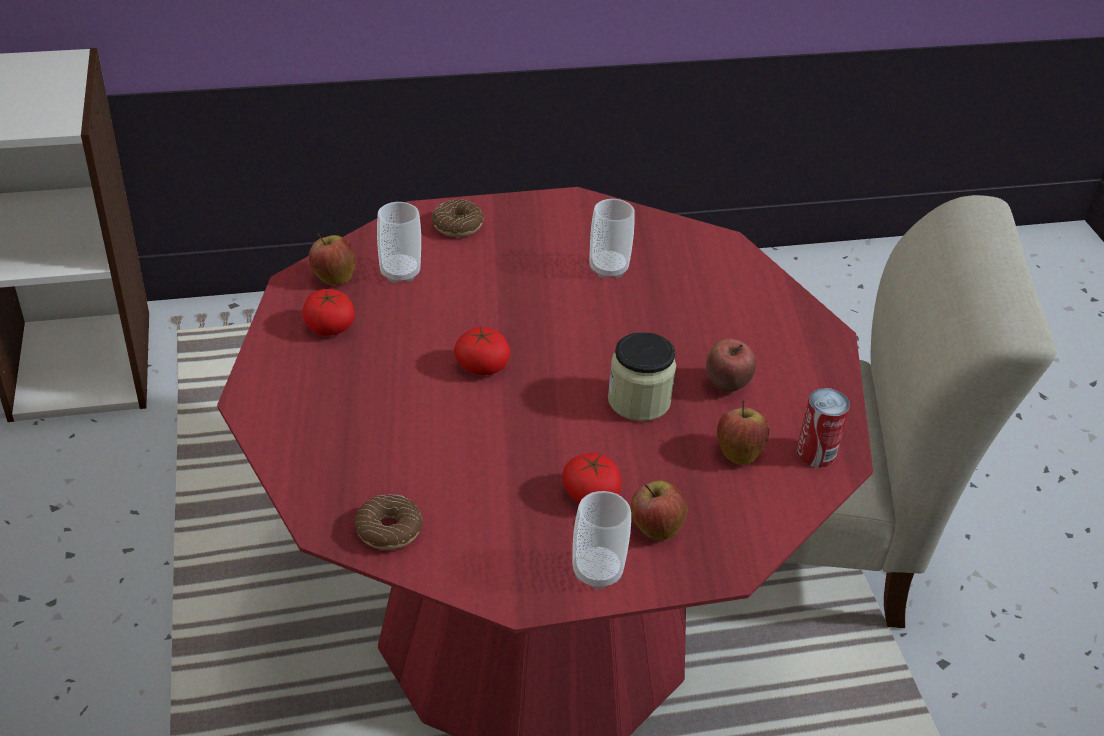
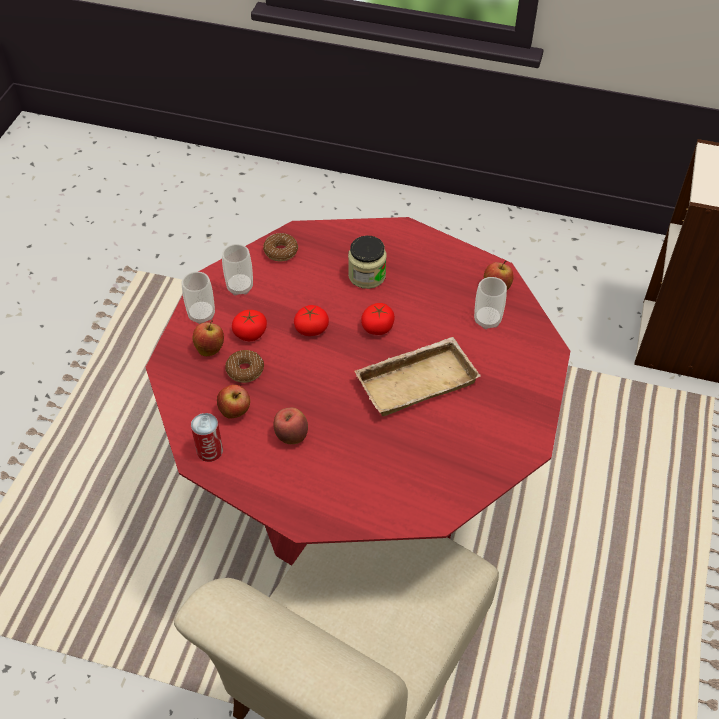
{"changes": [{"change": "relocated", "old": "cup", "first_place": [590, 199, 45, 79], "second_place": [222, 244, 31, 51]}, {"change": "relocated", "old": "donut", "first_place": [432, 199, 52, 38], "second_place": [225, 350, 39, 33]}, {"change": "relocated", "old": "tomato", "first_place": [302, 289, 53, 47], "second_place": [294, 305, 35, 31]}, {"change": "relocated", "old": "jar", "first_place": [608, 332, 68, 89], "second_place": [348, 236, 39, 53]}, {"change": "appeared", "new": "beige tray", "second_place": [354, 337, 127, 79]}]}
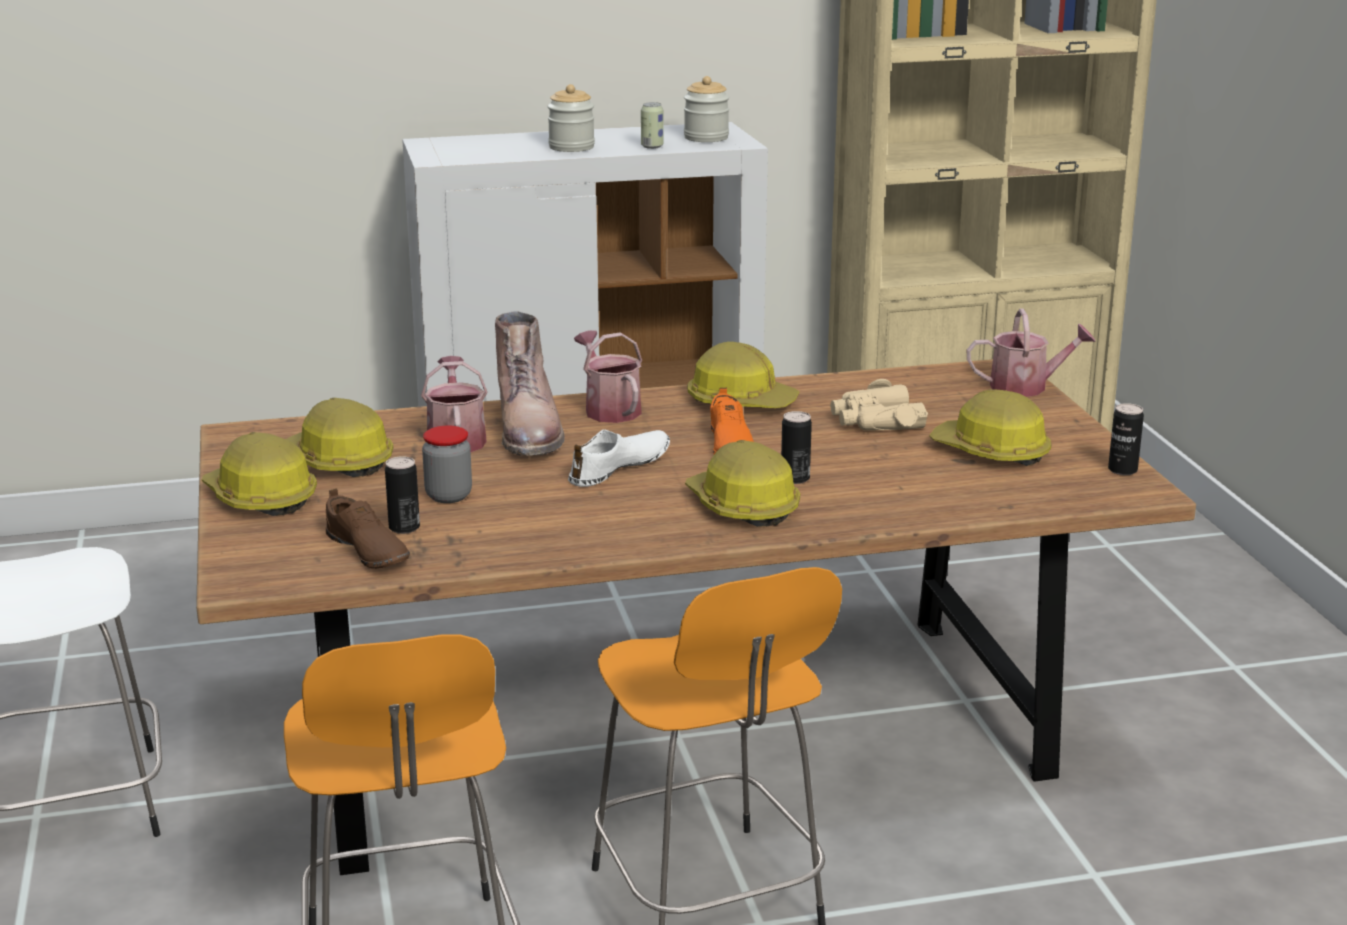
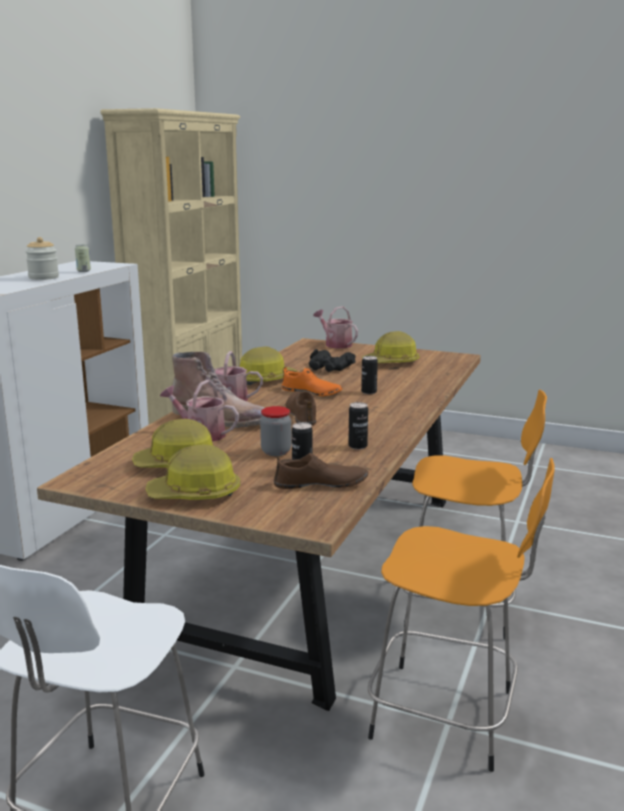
{"changes": [{"change": "colour", "old": "white shoe", "new": "brown shoe", "first_place": [568, 429, 102, 58], "second_place": [286, 391, 30, 35]}, {"change": "colour", "old": "beige binoculars", "new": "black binoculars", "first_place": [830, 379, 98, 51], "second_place": [309, 349, 47, 23]}, {"change": "spun", "old": "watering can", "first_place": [967, 309, 129, 88], "second_place": [313, 306, 45, 43], "degrees": -75}, {"change": "relocated", "old": "can", "first_place": [1108, 403, 36, 72], "second_place": [348, 402, 20, 47]}, {"change": "missing", "old": "jar", "first_place": [684, 76, 45, 66]}, {"change": "missing", "old": "hard hat", "first_place": [685, 440, 115, 87]}]}
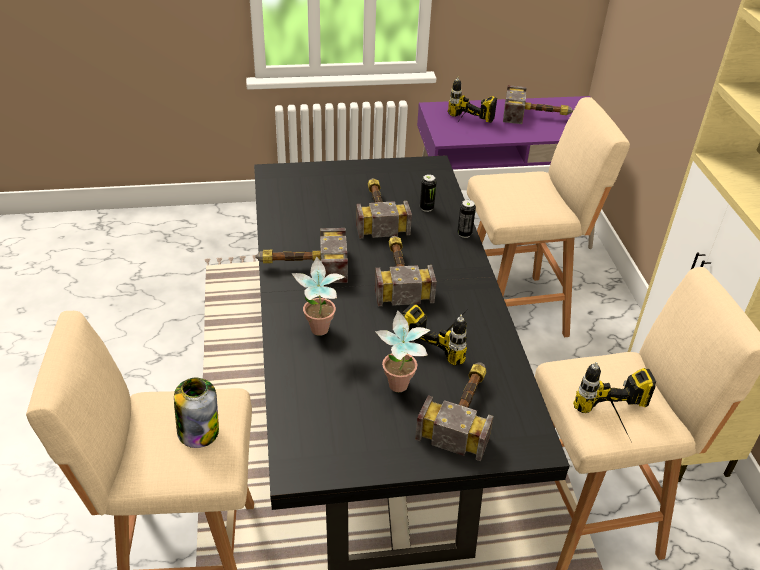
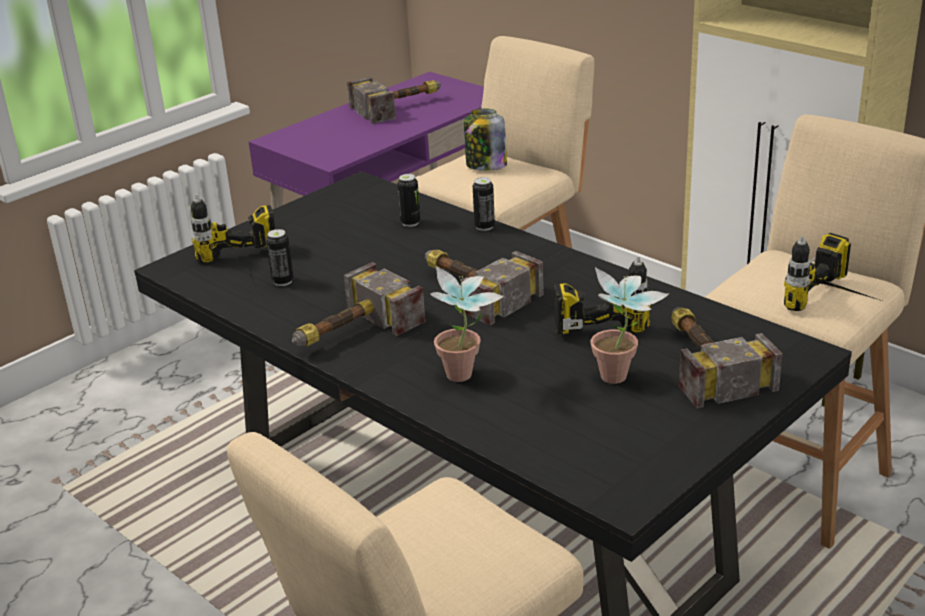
{"changes": [{"change": "relocated", "old": "power drill", "first_place": [448, 76, 49, 47], "second_place": [191, 194, 84, 70]}, {"change": "appeared", "new": "can", "second_place": [266, 229, 28, 57]}, {"change": "relocated", "old": "jar", "first_place": [174, 377, 45, 71], "second_place": [464, 109, 43, 62]}, {"change": "missing", "old": "hammer", "first_place": [356, 178, 56, 61]}]}
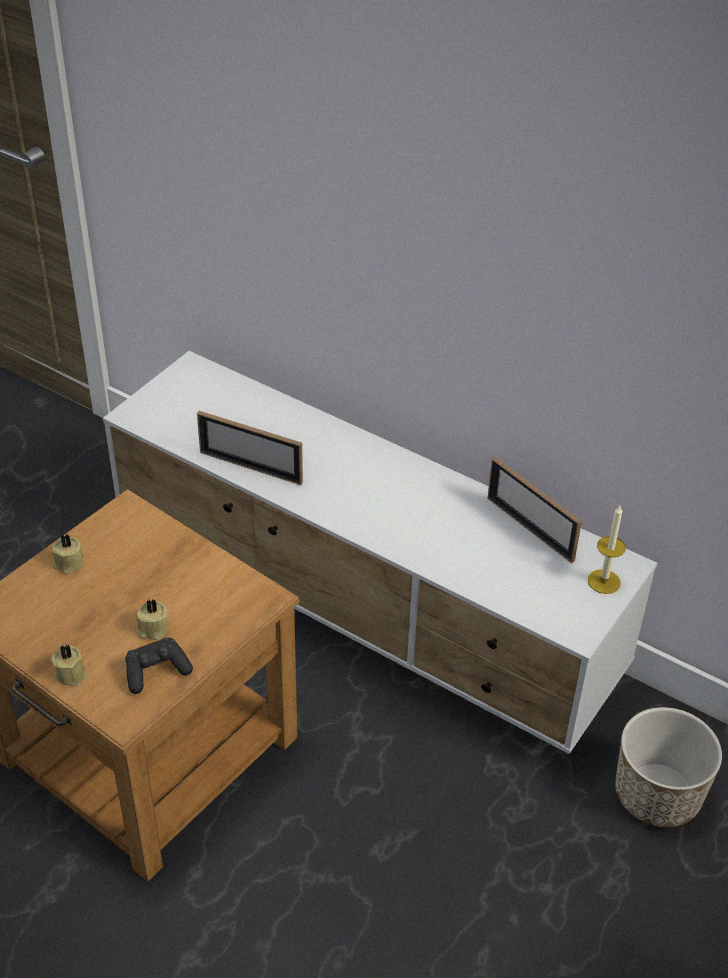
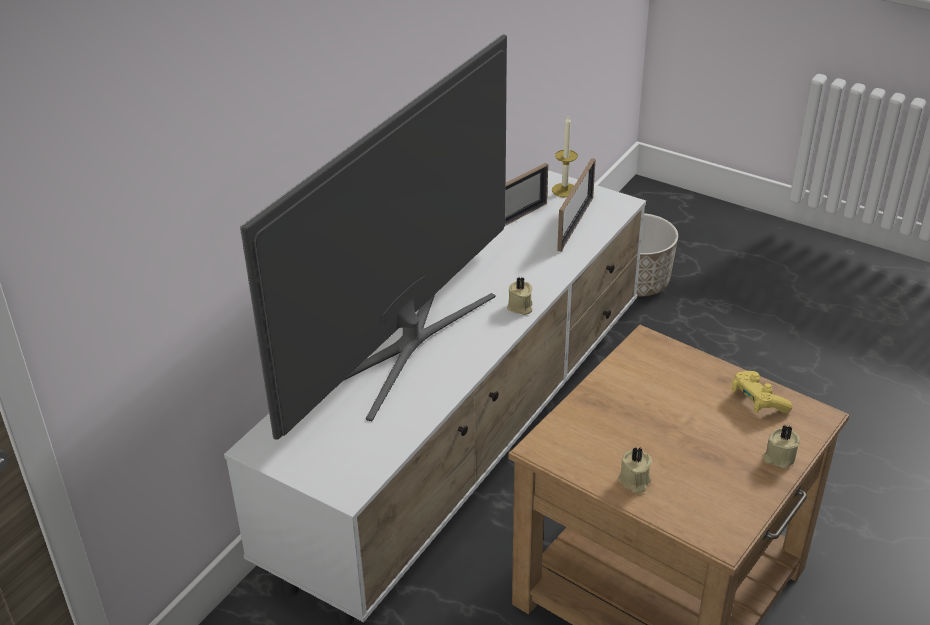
{"changes": [{"change": "appeared", "new": "television", "second_place": [240, 34, 267, 406]}, {"change": "relocated", "old": "beige candle", "first_place": [136, 600, 32, 40], "second_place": [507, 277, 26, 38]}, {"change": "relocated", "old": "picture frame", "first_place": [197, 411, 106, 74], "second_place": [557, 158, 38, 93]}, {"change": "colour", "old": "black game controller", "new": "yellow game controller", "first_place": [125, 637, 68, 57], "second_place": [732, 371, 60, 42]}]}
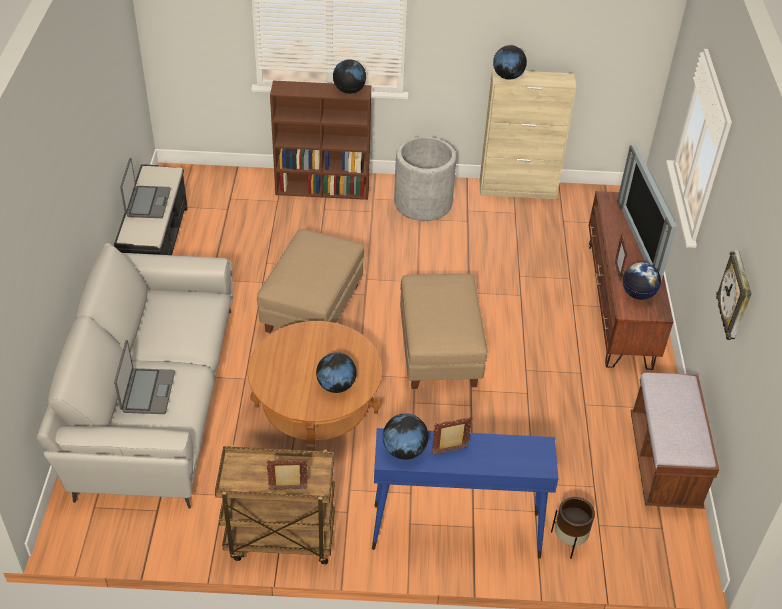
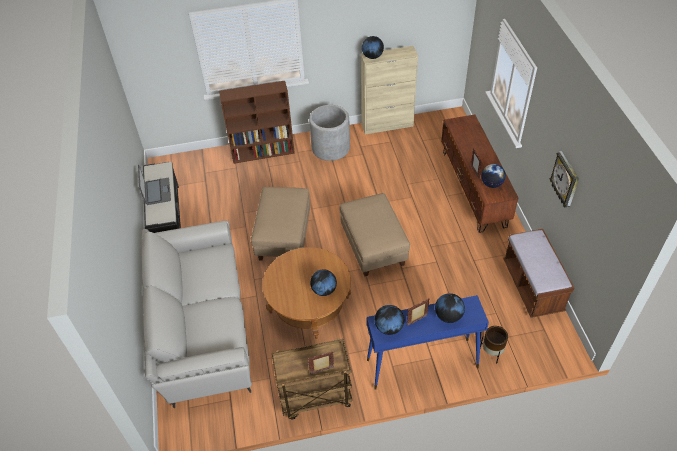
{"changes": [{"change": "relocated", "old": "globe", "first_place": [333, 59, 33, 35], "second_place": [435, 293, 30, 30]}, {"change": "missing", "old": "laptop", "first_place": [114, 340, 61, 74]}, {"change": "missing", "old": "television", "first_place": [617, 145, 60, 136]}]}
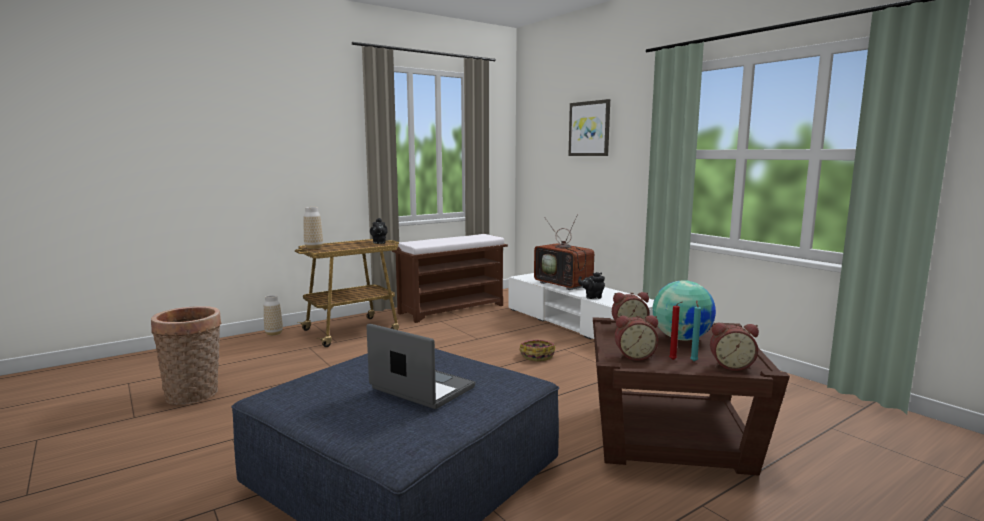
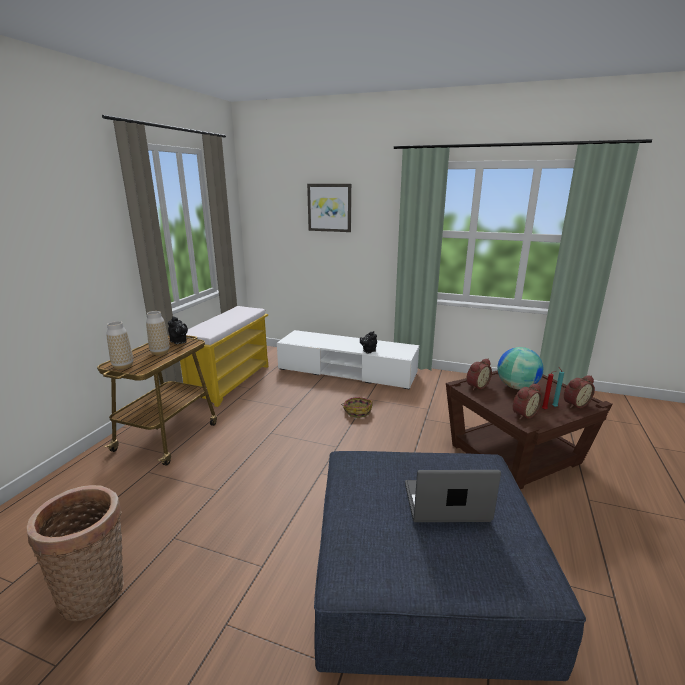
{"changes": [{"change": "relocated", "old": "vase", "first_place": [264, 295, 19, 41], "second_place": [146, 311, 23, 44]}, {"change": "colour", "old": "brown bench", "new": "yellow bench", "first_place": [392, 234, 116, 89], "second_place": [180, 306, 88, 101]}, {"change": "missing", "old": "television", "first_place": [534, 214, 60, 76]}]}
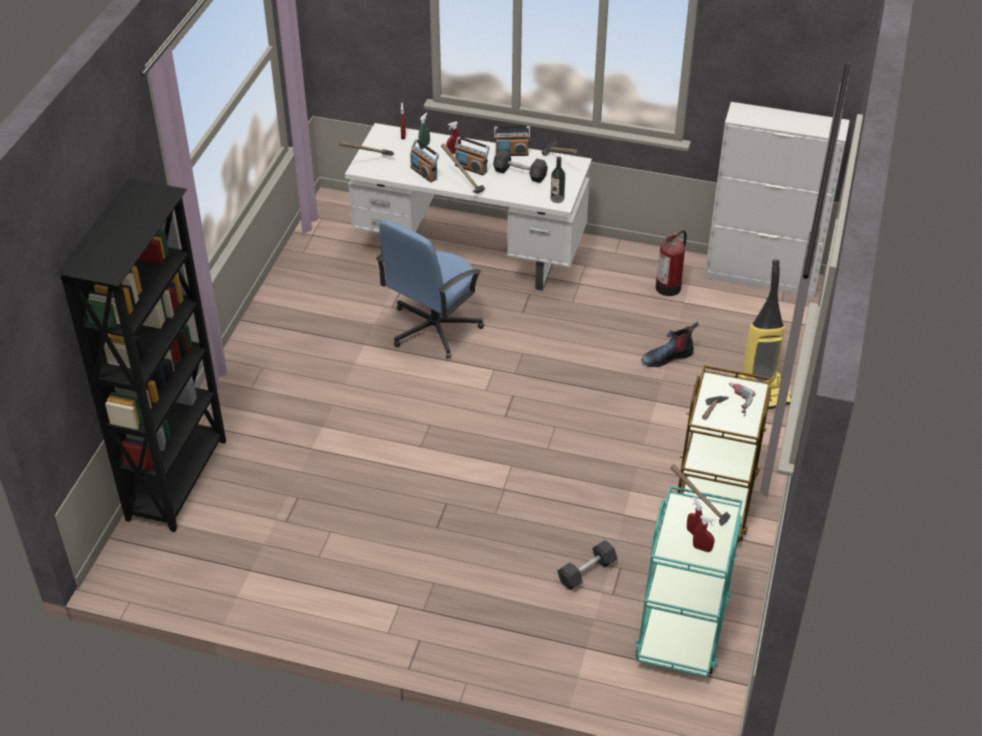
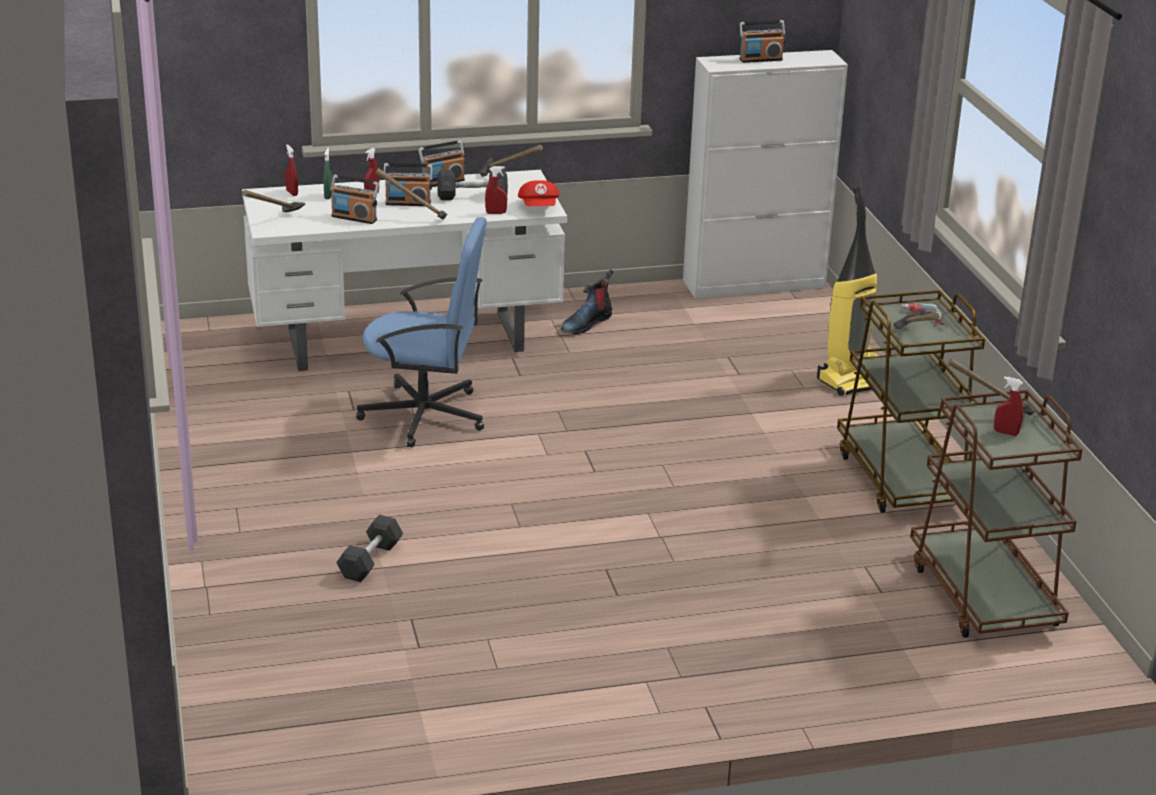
{"changes": [{"change": "relocated", "old": "grey dumbbell", "first_place": [558, 540, 60, 50], "second_place": [336, 515, 67, 67]}, {"change": "spun", "old": "blue office chair", "first_place": [376, 220, 108, 139], "second_place": [356, 217, 131, 231], "degrees": -90}, {"change": "relocated", "old": "red spray bottle", "first_place": [693, 515, 22, 37], "second_place": [485, 166, 22, 48]}, {"change": "exchanged", "old": "bottle", "new": "red cap", "first_place": [551, 156, 14, 47], "second_place": [518, 180, 41, 26]}, {"change": "relocated", "old": "boot", "first_place": [642, 322, 56, 45], "second_place": [561, 270, 52, 64]}, {"change": "appeared", "new": "radio", "second_place": [739, 20, 46, 43]}, {"change": "colour", "old": "turquoise cart", "new": "brown cart", "first_place": [635, 486, 108, 192], "second_place": [910, 390, 173, 248]}, {"change": "missing", "old": "black bookcase", "first_place": [56, 178, 170, 354]}, {"change": "missing", "old": "fire extinguisher", "first_place": [656, 230, 30, 66]}]}
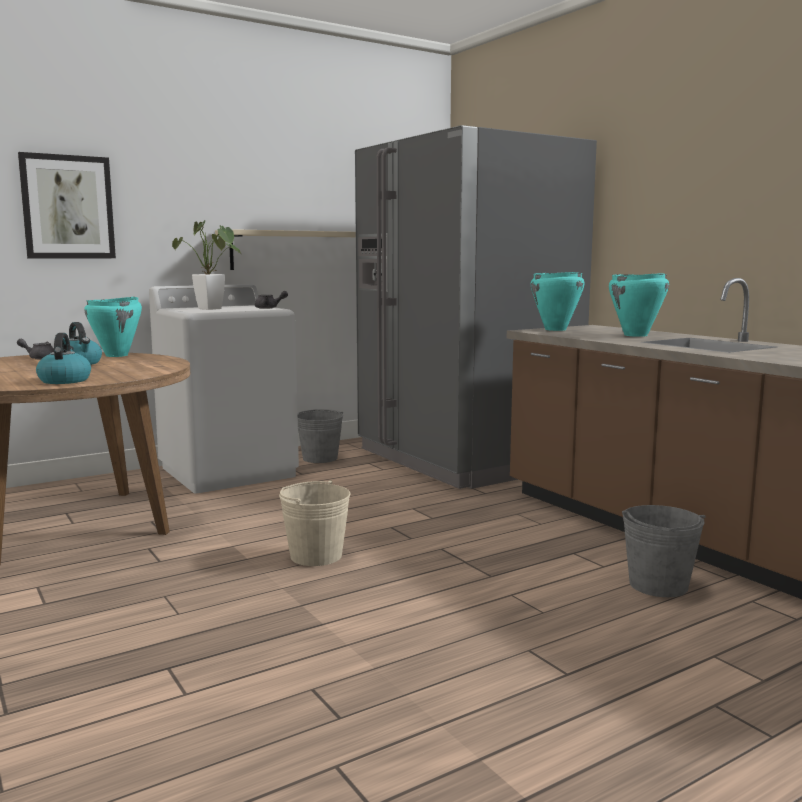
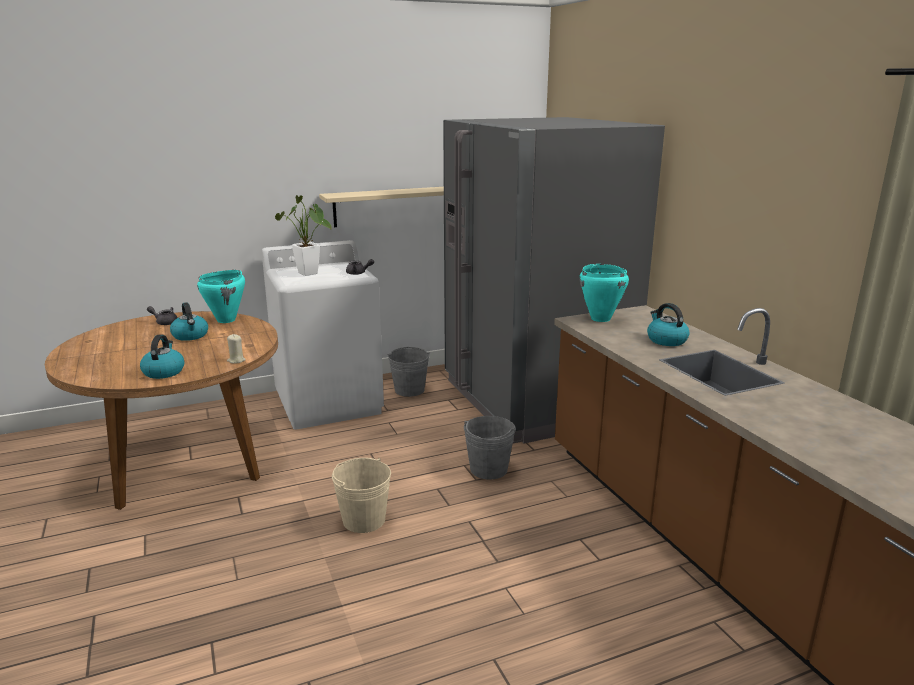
{"changes": [{"change": "appeared", "new": "beige candle", "second_place": [227, 334, 19, 30]}, {"change": "relocated", "old": "grey bucket", "first_place": [622, 505, 83, 92], "second_place": [464, 416, 52, 64]}, {"change": "exchanged", "old": "turquoise cooking pot", "new": "kettle", "first_place": [609, 273, 60, 64], "second_place": [647, 303, 43, 43]}, {"change": "missing", "old": "picture", "first_place": [18, 152, 98, 107]}]}
